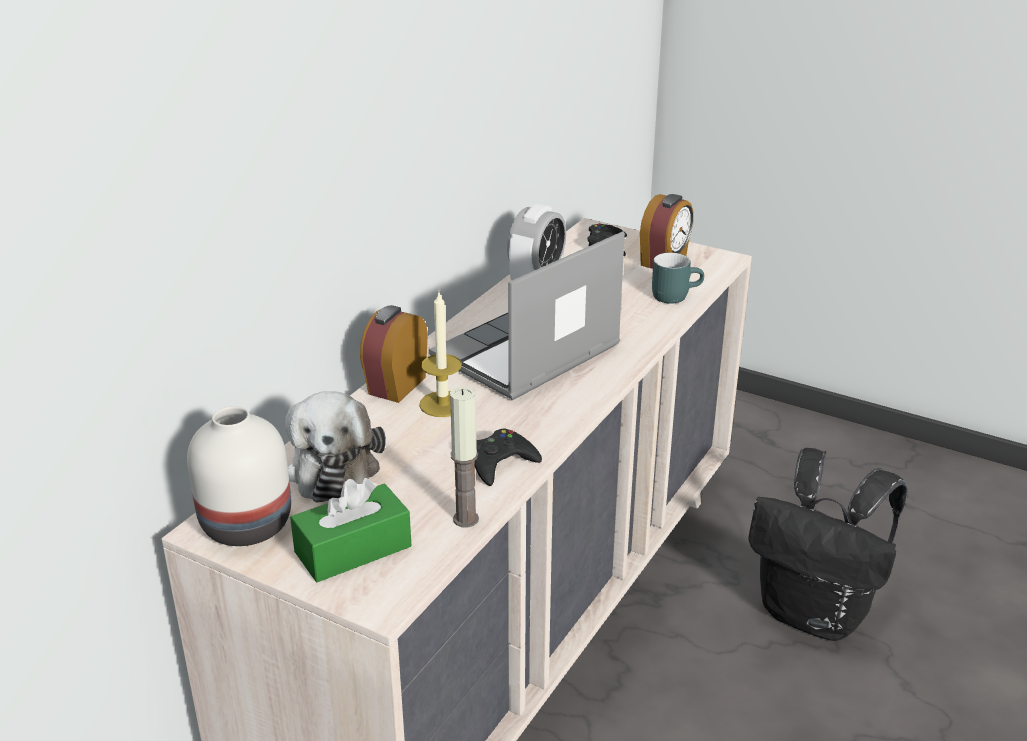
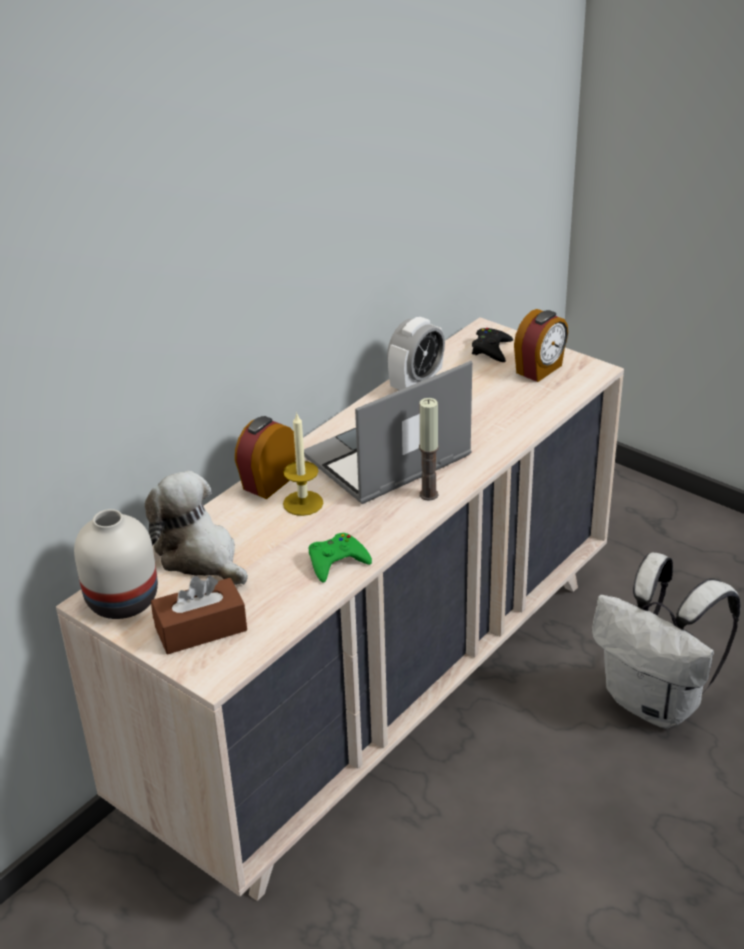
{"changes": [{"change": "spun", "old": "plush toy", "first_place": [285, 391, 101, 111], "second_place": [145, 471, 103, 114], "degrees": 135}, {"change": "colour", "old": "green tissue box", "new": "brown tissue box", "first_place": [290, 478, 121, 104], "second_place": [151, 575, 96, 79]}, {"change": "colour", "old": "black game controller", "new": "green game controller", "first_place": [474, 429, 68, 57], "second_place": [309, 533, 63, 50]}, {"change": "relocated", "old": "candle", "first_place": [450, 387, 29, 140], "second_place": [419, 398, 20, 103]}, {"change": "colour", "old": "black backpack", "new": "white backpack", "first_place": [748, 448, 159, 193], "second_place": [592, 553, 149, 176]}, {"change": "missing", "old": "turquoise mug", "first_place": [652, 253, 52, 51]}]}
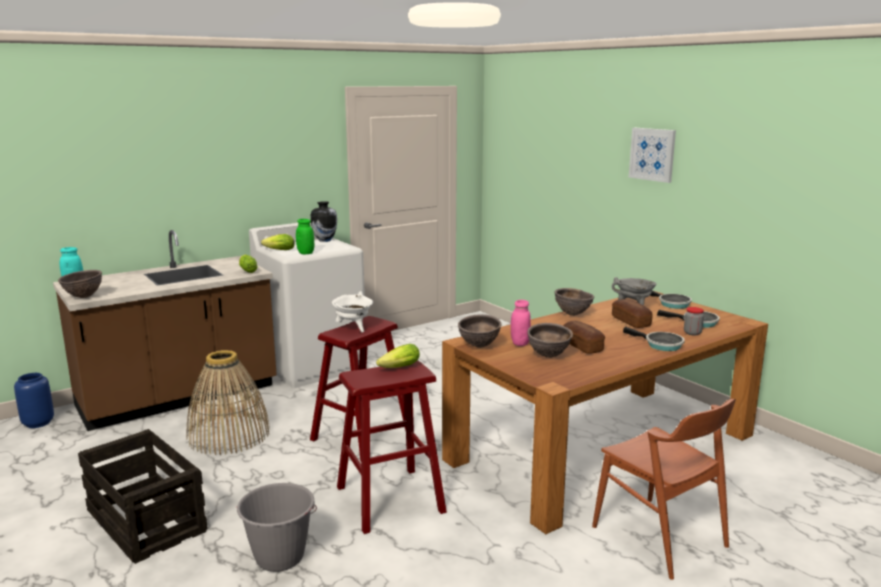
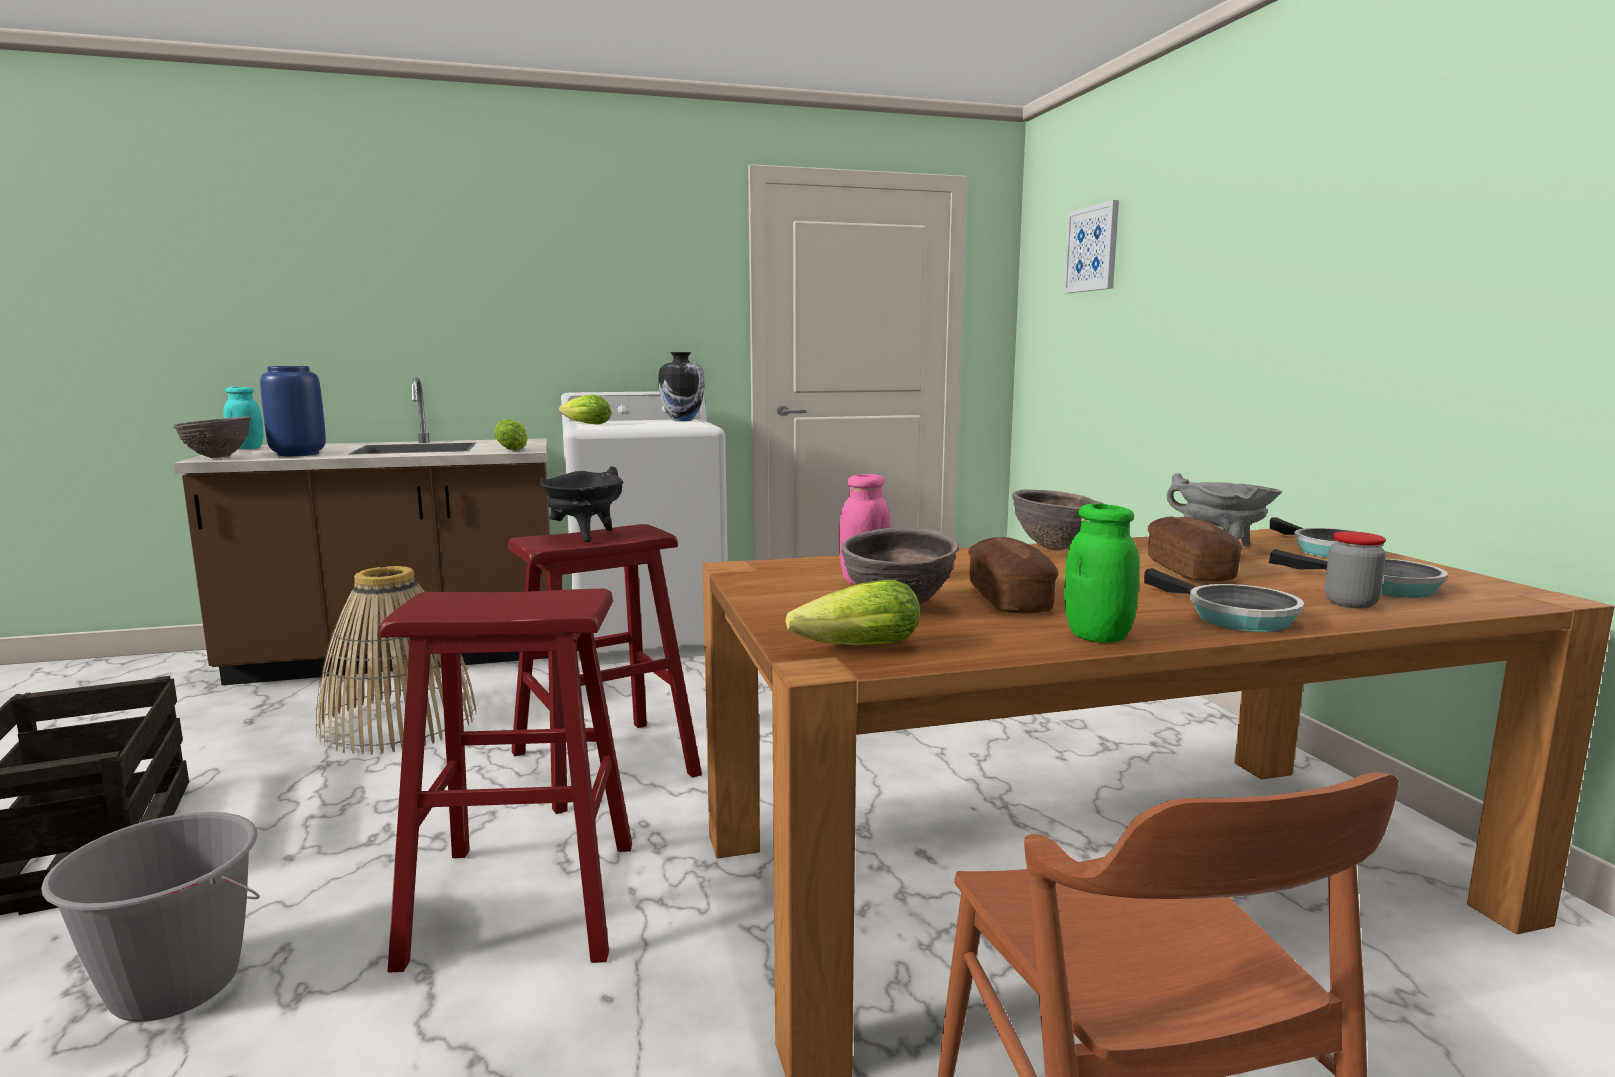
{"changes": [{"change": "relocated", "old": "blue vase", "first_place": [14, 373, 40, 55], "second_place": [260, 366, 66, 90]}, {"change": "colour", "old": "white cooking pot", "new": "black cooking pot", "first_place": [331, 291, 42, 41], "second_place": [539, 467, 84, 75]}, {"change": "relocated", "old": "lettuce", "first_place": [376, 344, 44, 24], "second_place": [785, 580, 135, 65]}, {"change": "relocated", "old": "picture", "first_place": [629, 128, 47, 55], "second_place": [1063, 200, 56, 93]}, {"change": "relocated", "old": "green jar", "first_place": [296, 219, 18, 35], "second_place": [1064, 504, 75, 139]}, {"change": "missing", "old": "brown bowl", "first_place": [458, 314, 44, 34]}]}
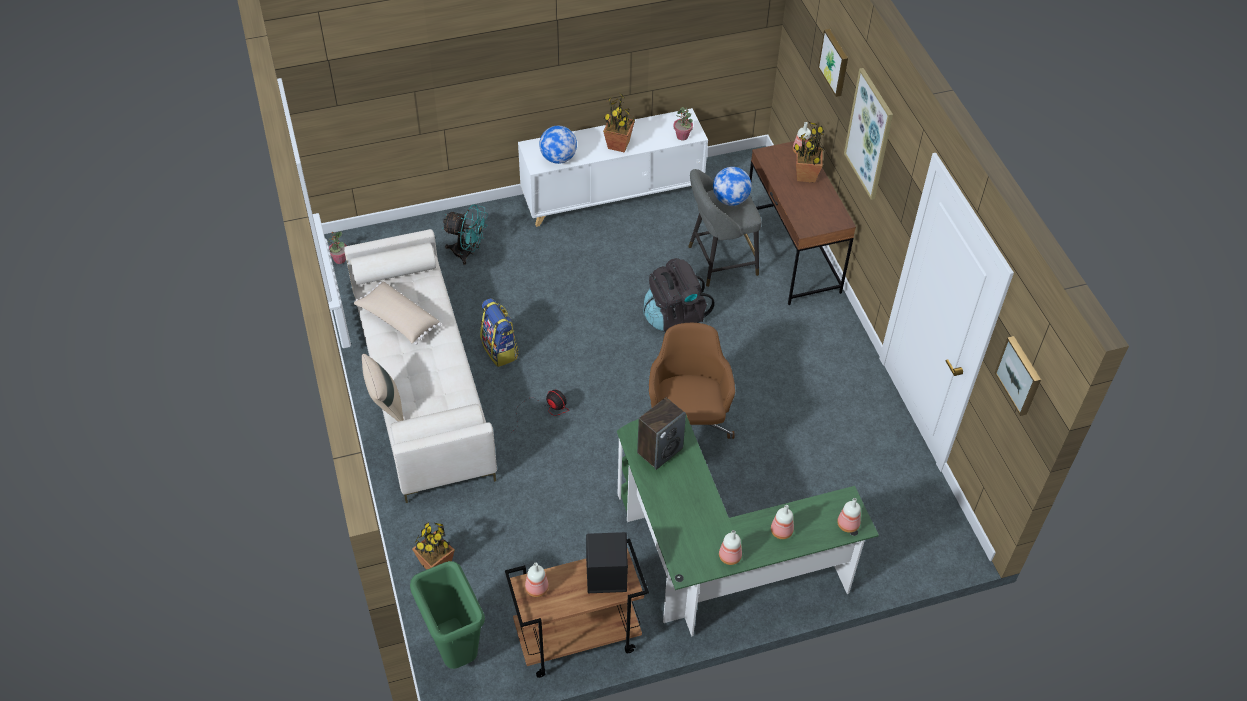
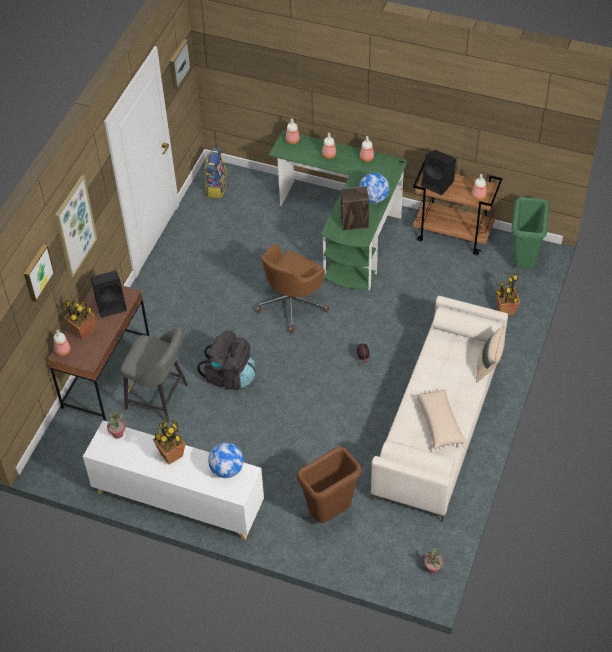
{"changes": [{"change": "appeared", "new": "black speaker", "second_place": [91, 270, 36, 48]}, {"change": "relocated", "old": "backpack", "first_place": [480, 298, 38, 69], "second_place": [204, 148, 23, 50]}, {"change": "exchanged", "old": "turquoise fan", "new": "brown trash can", "first_place": [442, 204, 46, 61], "second_place": [297, 447, 65, 76]}, {"change": "relocated", "old": "globe", "first_place": [713, 167, 39, 39], "second_place": [359, 173, 30, 30]}]}
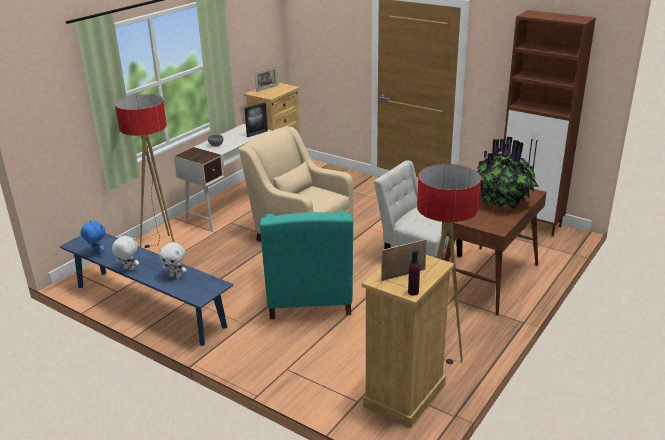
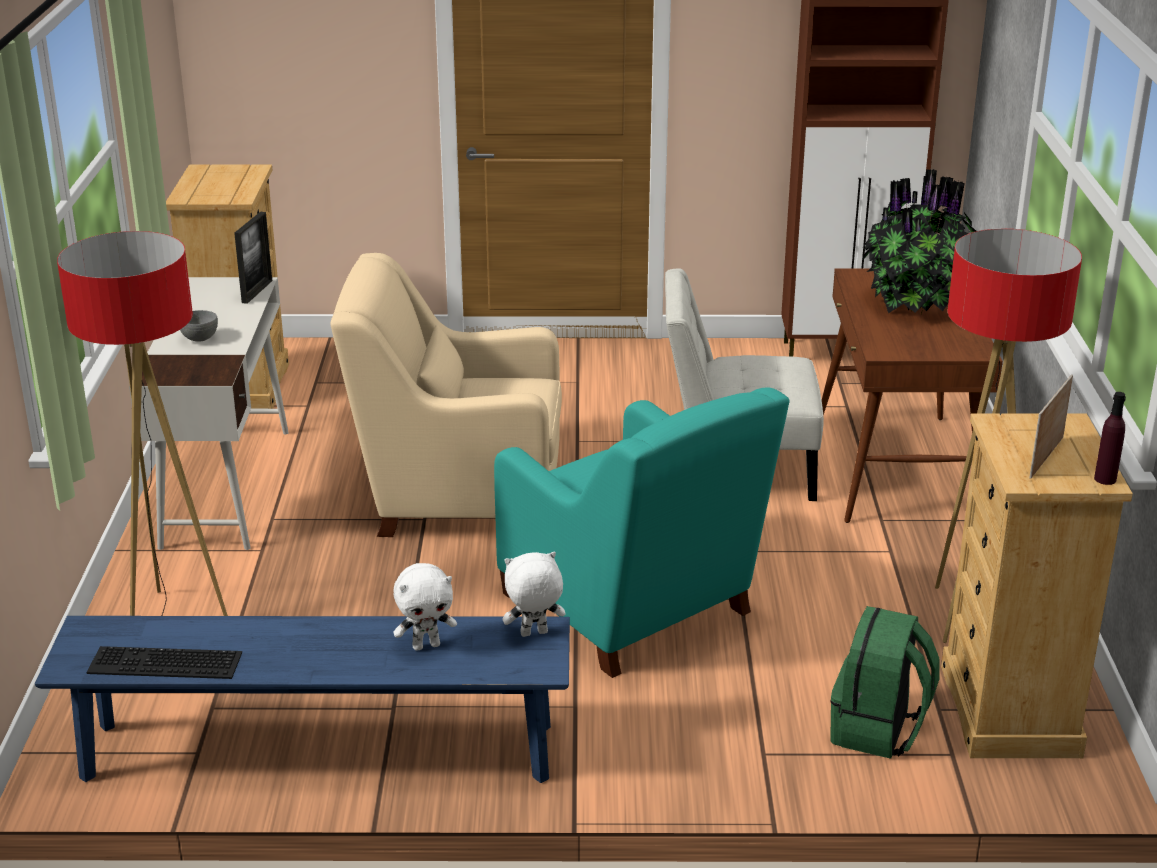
{"changes": [{"change": "exchanged", "old": "blue plush toy", "new": "keyboard", "first_place": [80, 220, 25, 35], "second_place": [87, 646, 155, 33]}, {"change": "relocated", "old": "white plush toy", "first_place": [112, 236, 27, 34], "second_place": [503, 552, 62, 85]}, {"change": "appeared", "new": "green backpack", "second_place": [830, 606, 109, 153]}, {"change": "missing", "old": "picture frame", "first_place": [255, 66, 23, 26]}]}
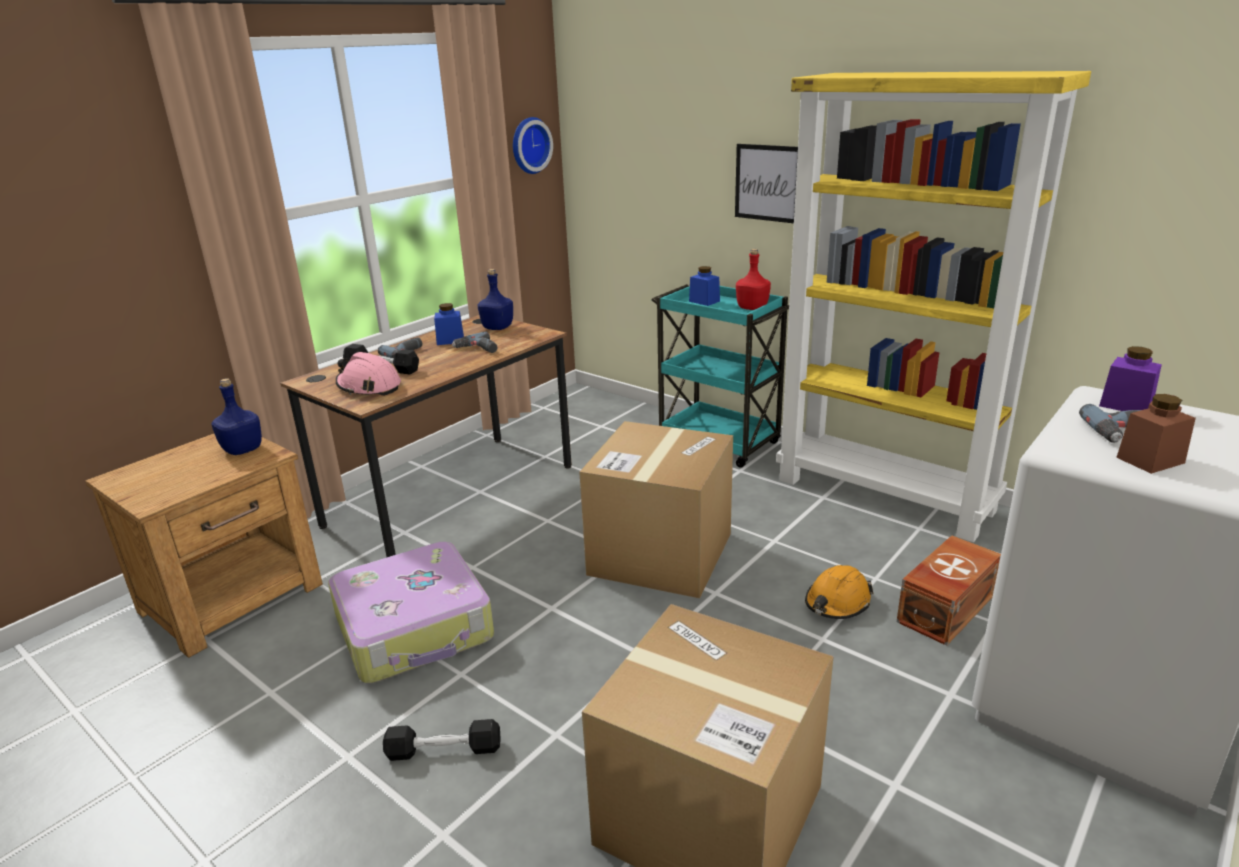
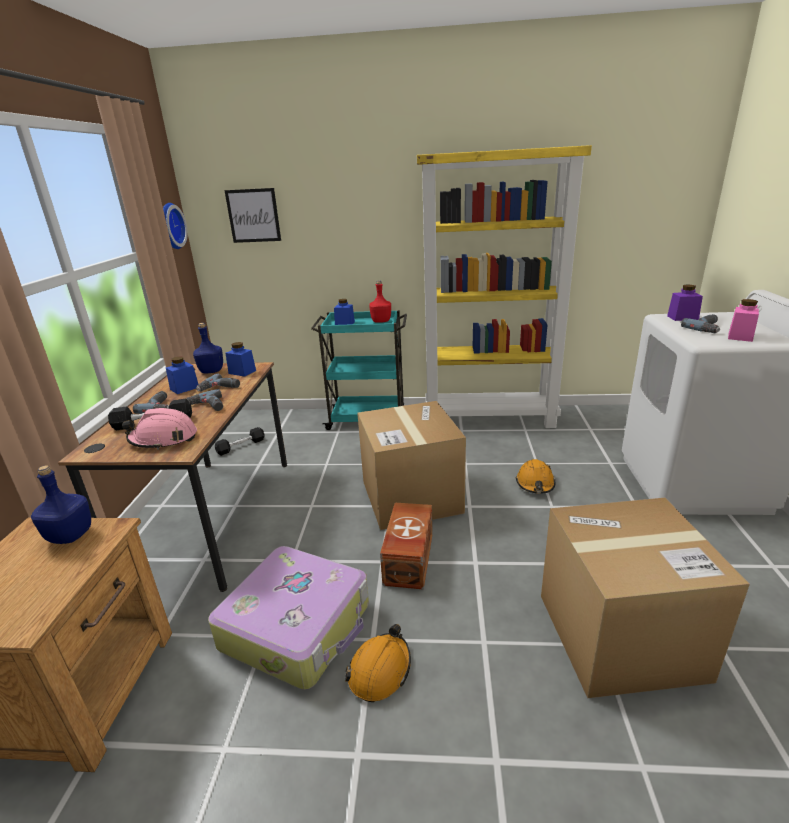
{"changes": [{"change": "appeared", "new": "power drill", "second_place": [186, 389, 37, 22]}, {"change": "relocated", "old": "black dumbbell", "first_place": [383, 719, 118, 42], "second_place": [215, 427, 50, 29]}, {"change": "relocated", "old": "picture", "first_place": [735, 144, 63, 79], "second_place": [224, 188, 57, 55]}, {"change": "appeared", "new": "blue jar", "second_place": [226, 342, 30, 35]}, {"change": "appeared", "new": "orange hard hat", "second_place": [345, 624, 66, 78]}, {"change": "relocated", "old": "brown storage box", "first_place": [897, 535, 104, 111], "second_place": [380, 503, 53, 87]}, {"change": "colour", "old": "brown jar", "new": "pink jar", "first_place": [1116, 394, 80, 80], "second_place": [728, 299, 31, 43]}]}
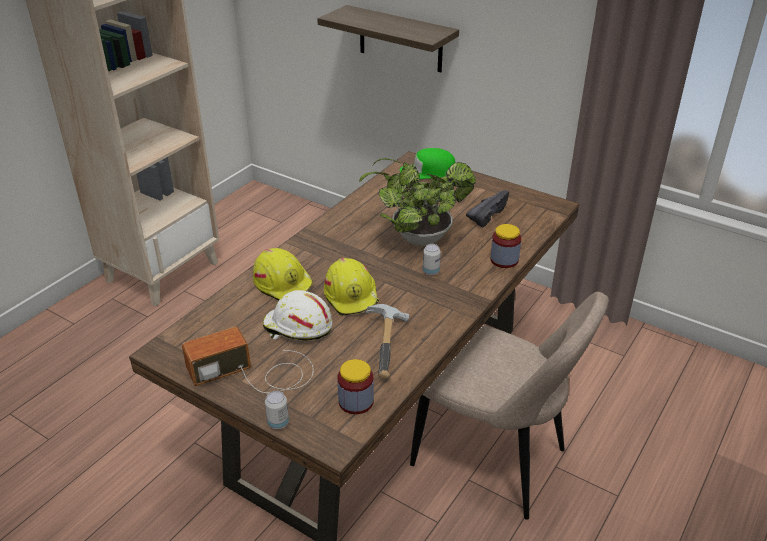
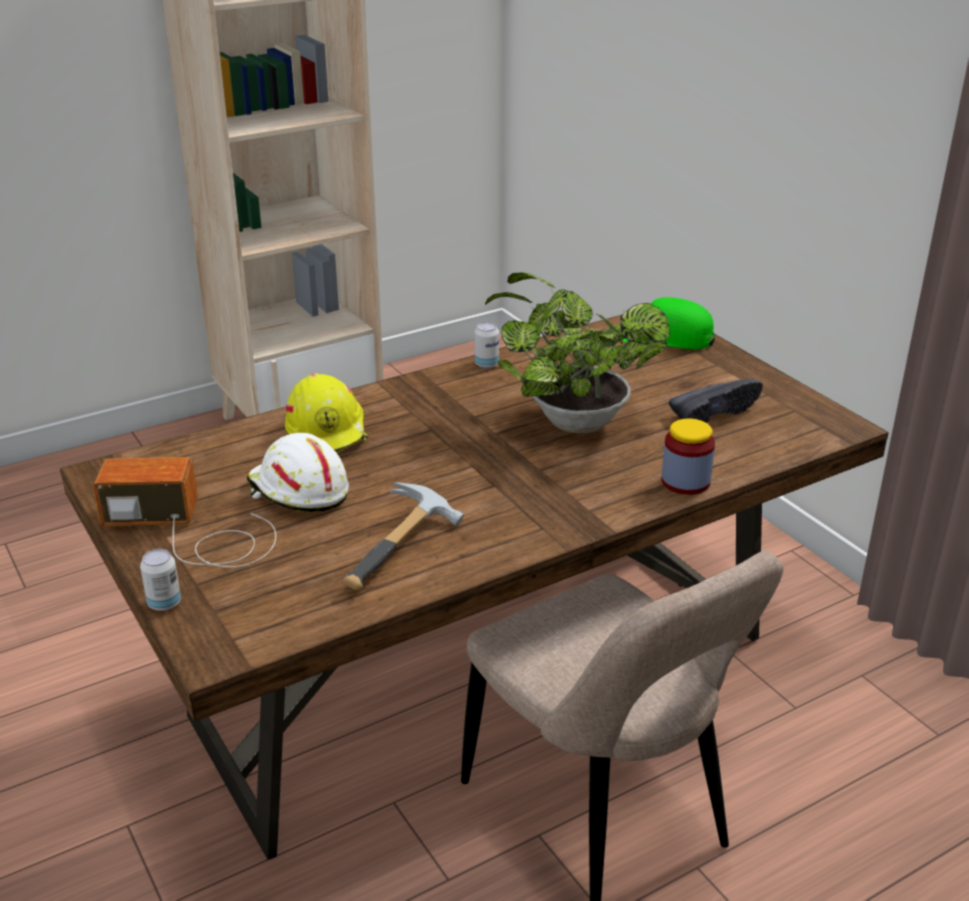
{"changes": [{"change": "relocated", "old": "can", "first_place": [423, 244, 18, 31], "second_place": [475, 322, 24, 47]}, {"change": "missing", "old": "shelf", "first_place": [317, 5, 142, 68]}, {"change": "missing", "old": "yellow hard hat", "first_place": [324, 258, 55, 58]}, {"change": "missing", "old": "jar", "first_place": [338, 359, 36, 55]}]}
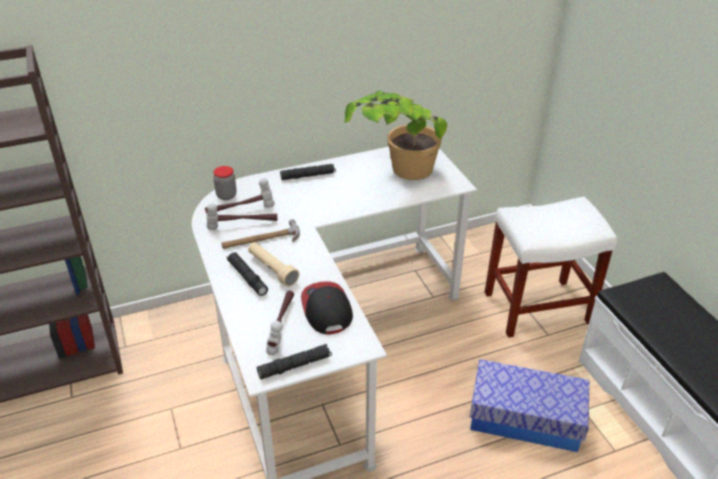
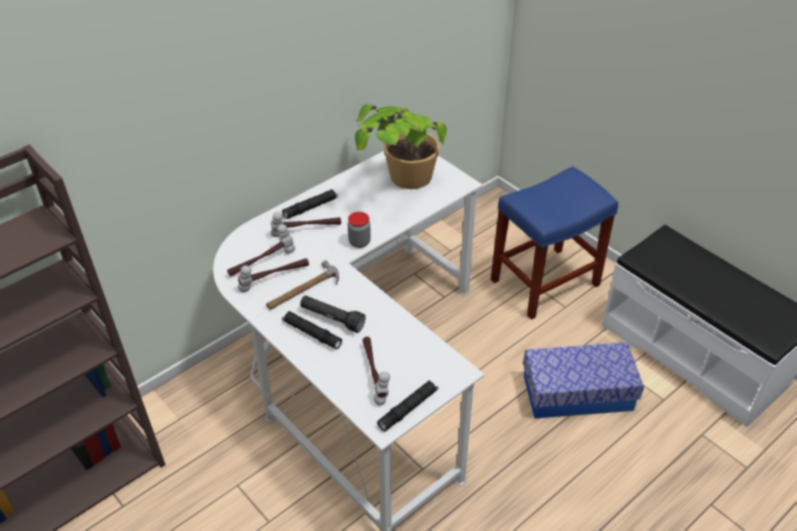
{"changes": [{"change": "appeared", "new": "hammer", "second_place": [271, 212, 70, 25]}, {"change": "colour", "old": "beige flashlight", "new": "black flashlight", "first_place": [248, 242, 51, 45], "second_place": [300, 295, 66, 38]}, {"change": "relocated", "old": "jar", "first_place": [213, 166, 24, 34], "second_place": [348, 212, 23, 36]}, {"change": "colour", "old": "white stool", "new": "blue stool", "first_place": [485, 197, 132, 141], "second_place": [491, 166, 127, 154]}, {"change": "missing", "old": "cap", "first_place": [301, 281, 52, 53]}]}
